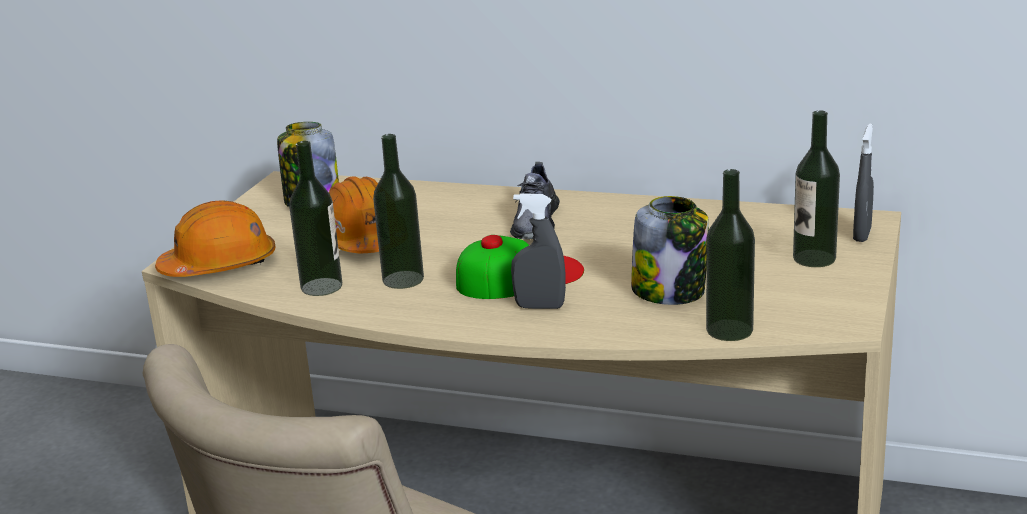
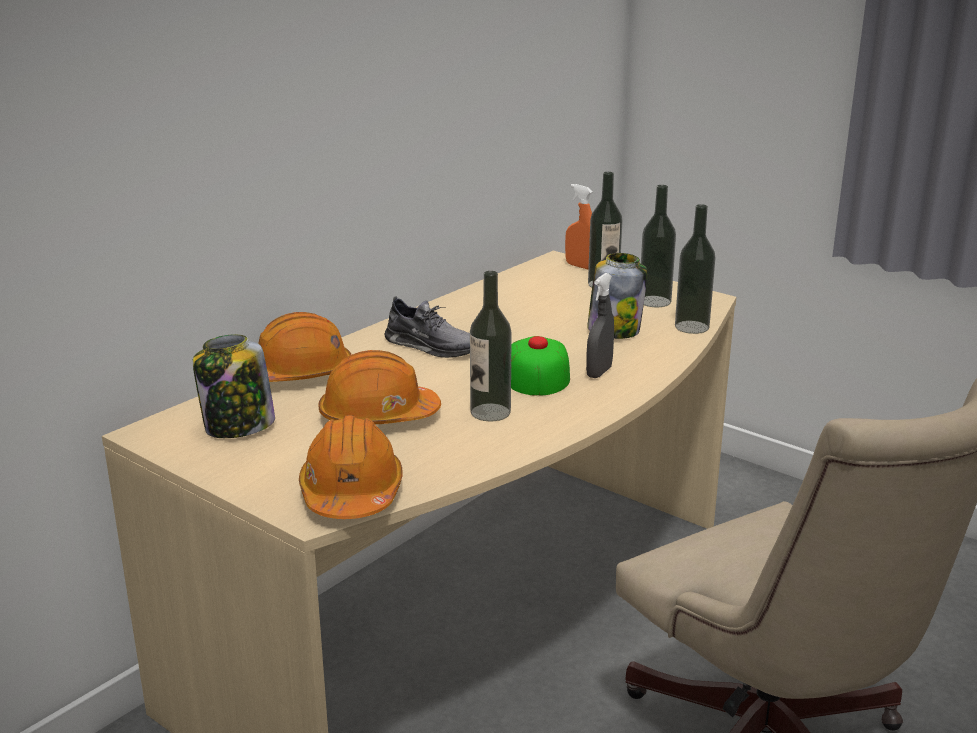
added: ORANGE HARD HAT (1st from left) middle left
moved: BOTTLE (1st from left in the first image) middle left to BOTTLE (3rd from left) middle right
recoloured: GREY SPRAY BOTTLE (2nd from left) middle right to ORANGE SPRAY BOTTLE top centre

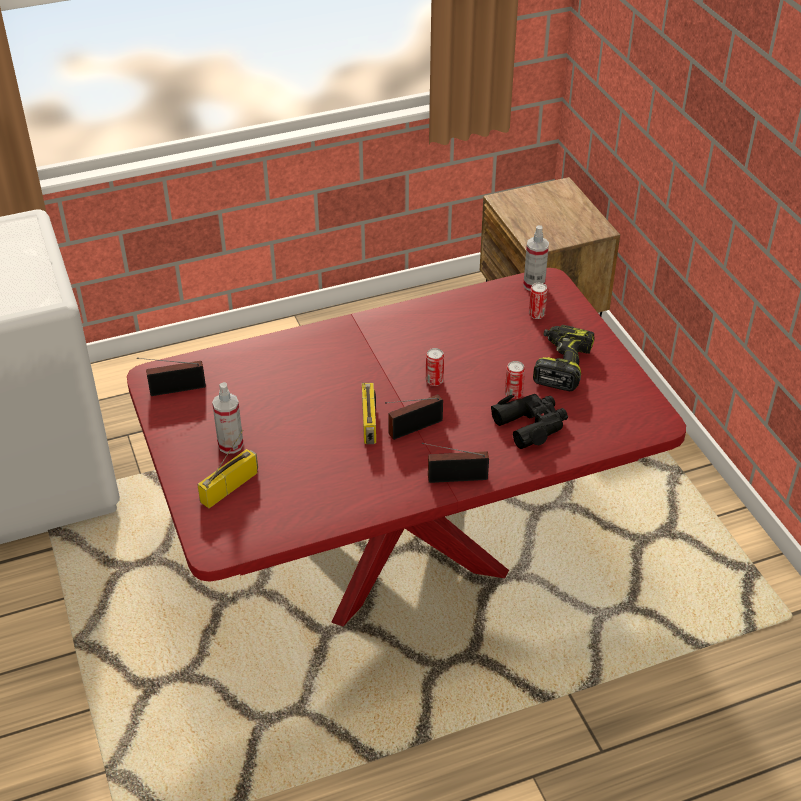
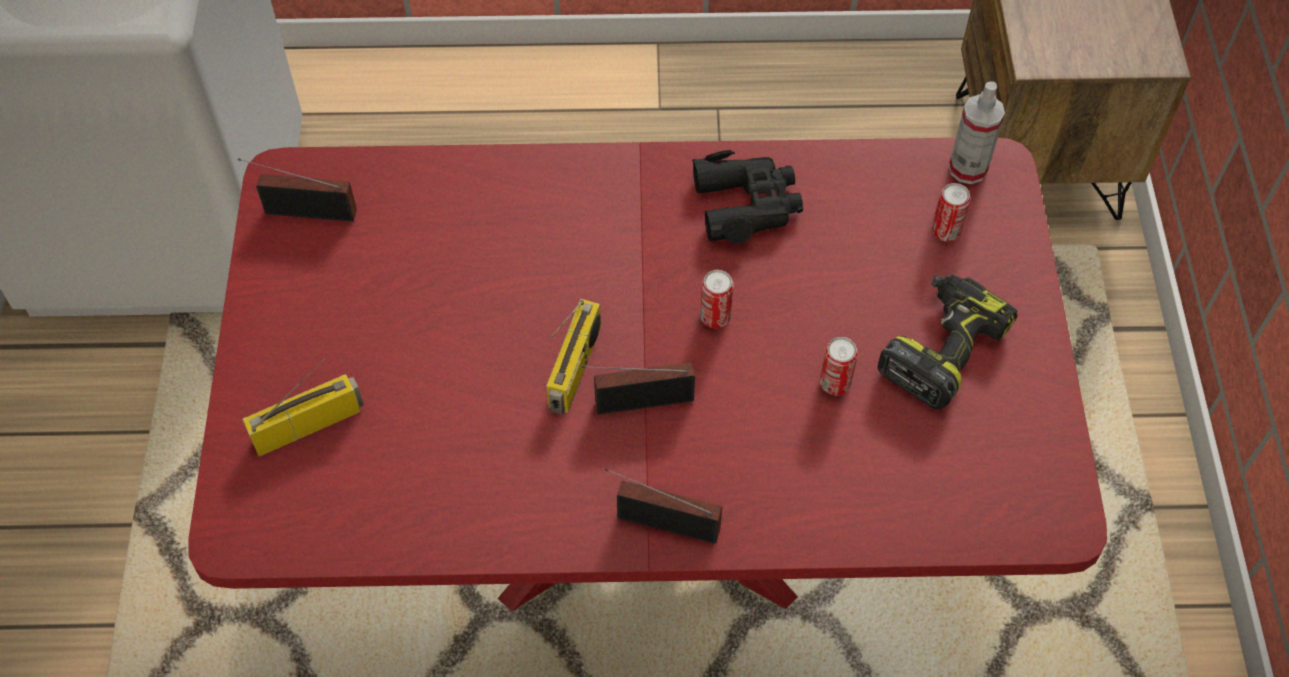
removed: SPRAY BOTTLE (1st from left) middle left
moved: BLACK BINOCULARS centre to top centre

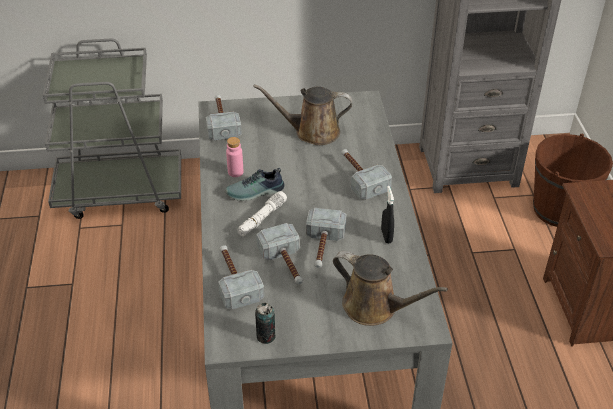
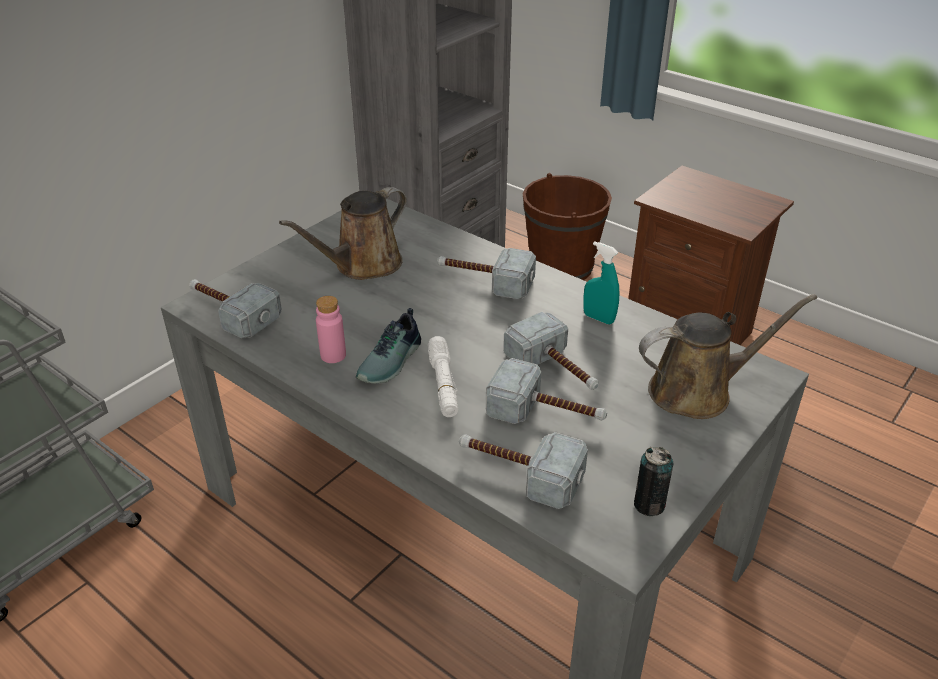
recoloured: BLACK SPRAY BOTTLE centre to TURQUOISE SPRAY BOTTLE centre

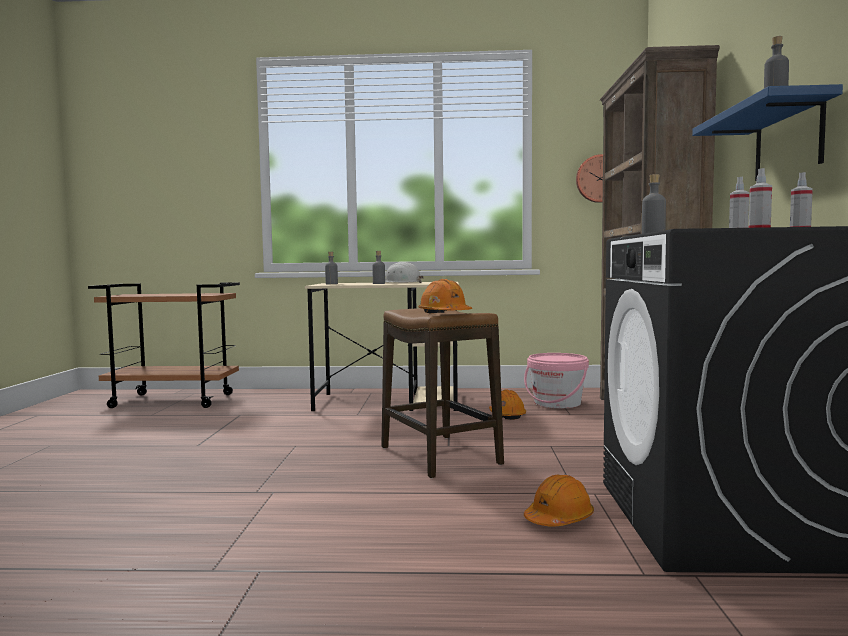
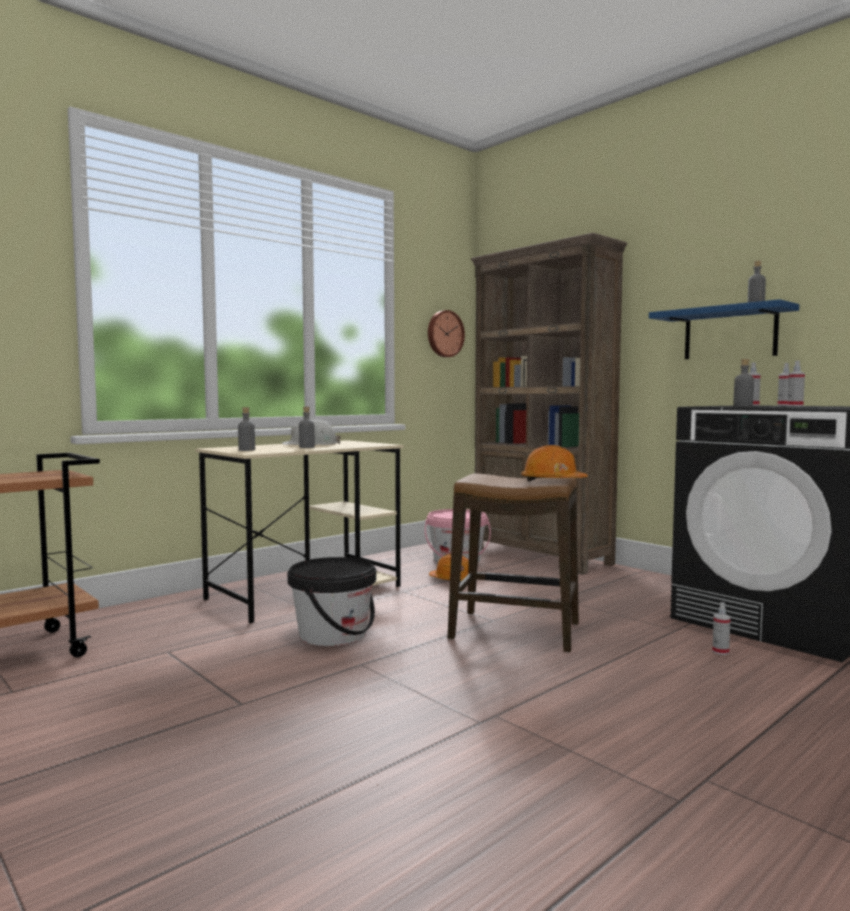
added: BLACK BUCKET centre
replaced: ORANGE HARD HAT (3rd from left) bottom centre to SPRAY BOTTLE (1st from left) bottom right

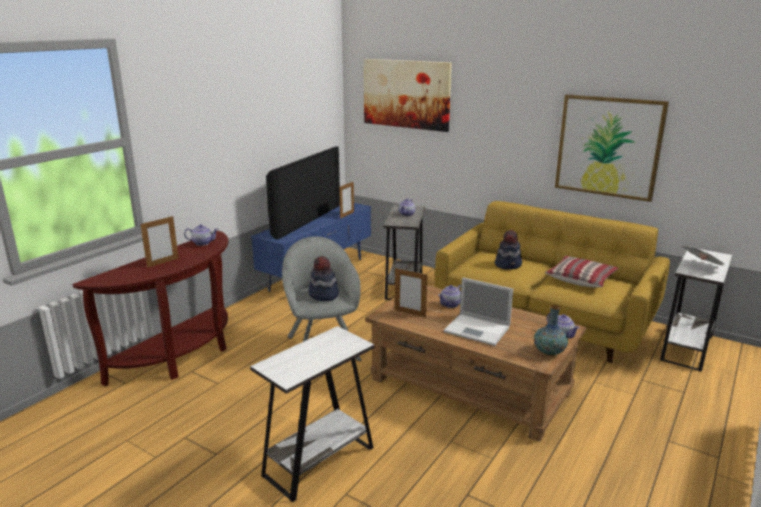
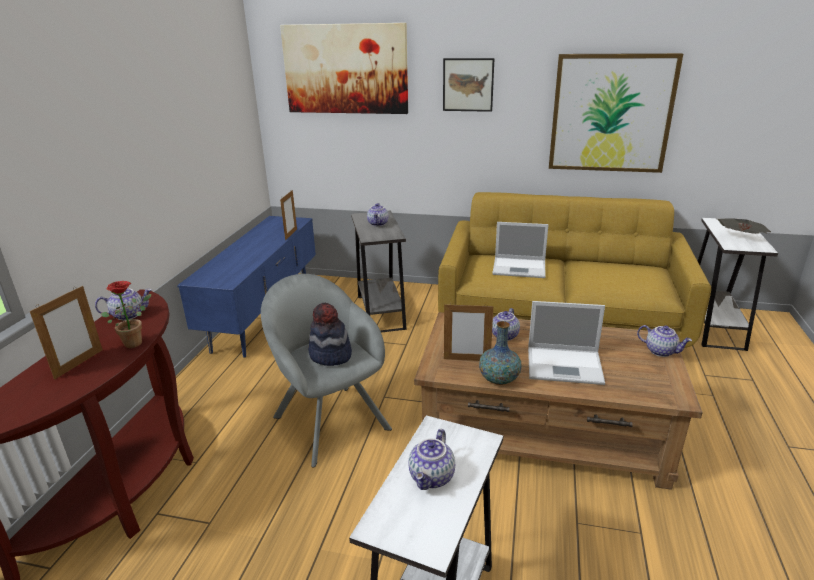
removed: TELEVISION centre; PILLOW middle right
added: POTTED PLANT middle left; TEAPOT (3rd from left) bottom centre; PICTURE (2nd from left) top centre
moved: VASE middle right to centre
replaced: HAT (2nd from left) middle right to LAPTOP (1st from left) centre

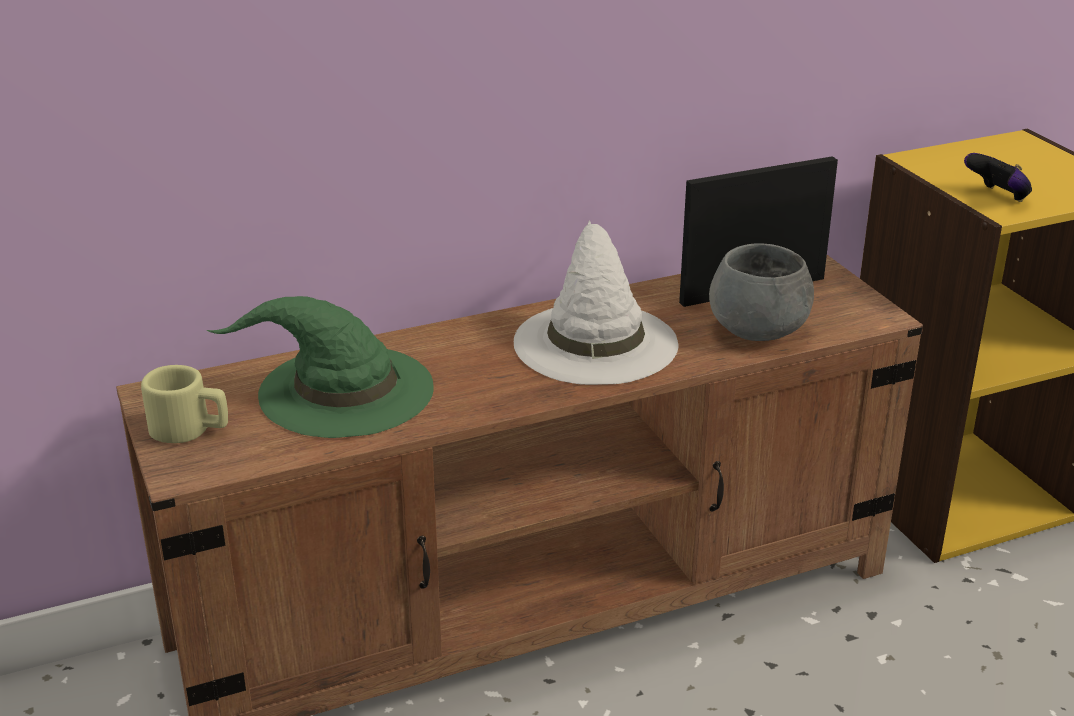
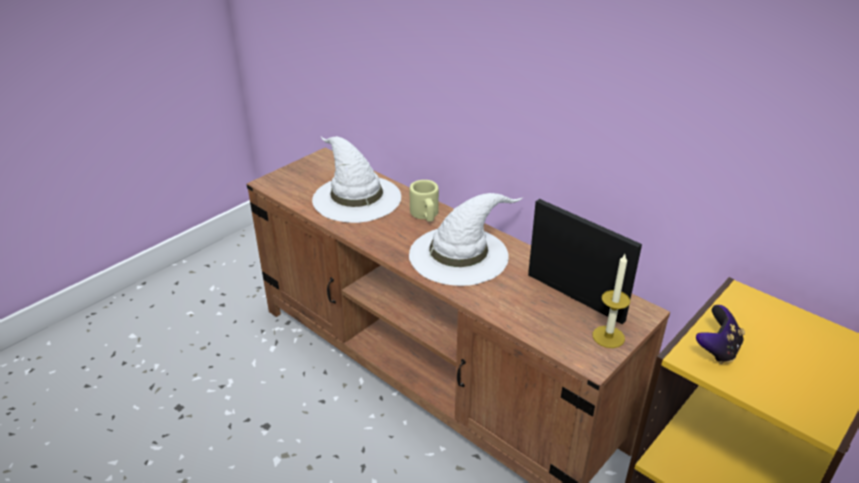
removed: GREY BOWL middle right
added: CANDLE middle right
moved: BEIGE MUG middle left to centre
recoloured: GREEN HAT middle left to WHITE HAT (1st from left) centre

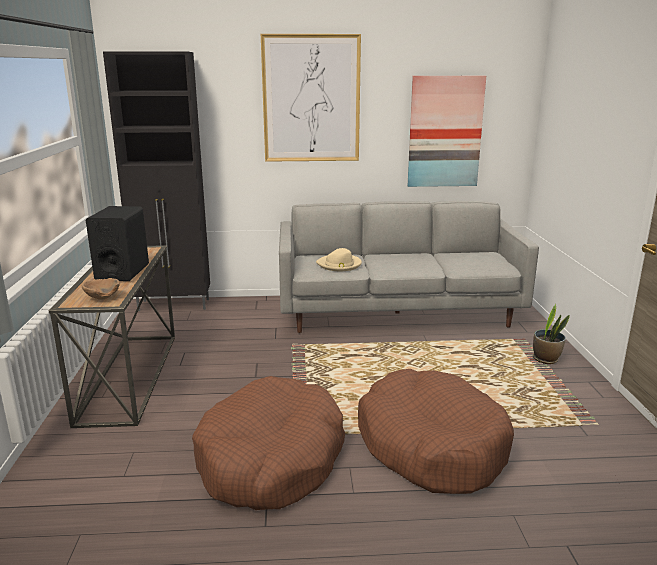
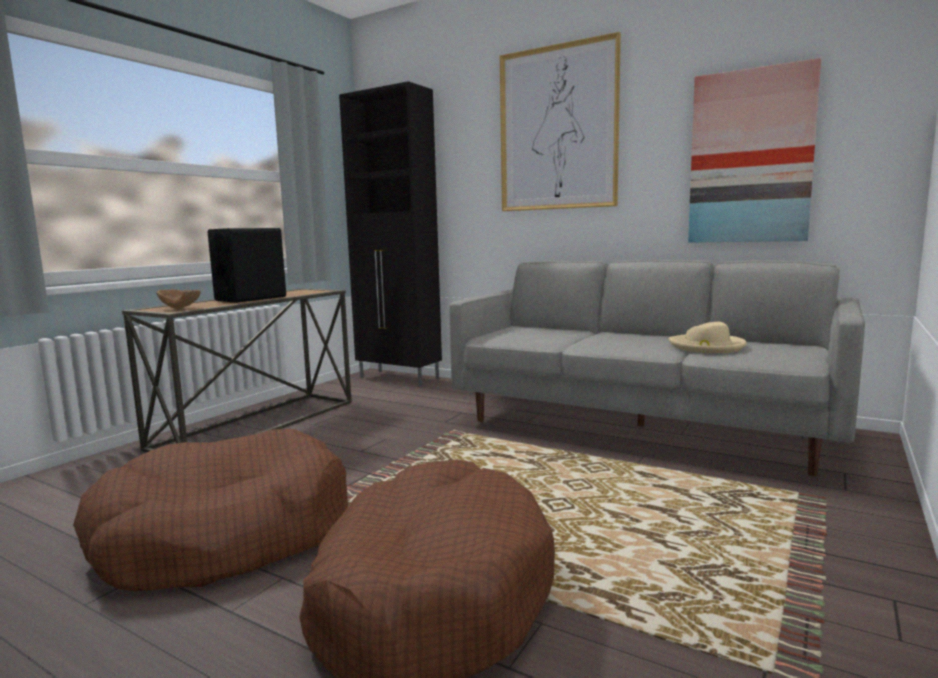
removed: POTTED PLANT middle right
moved: BEIGE HAT centre to middle right

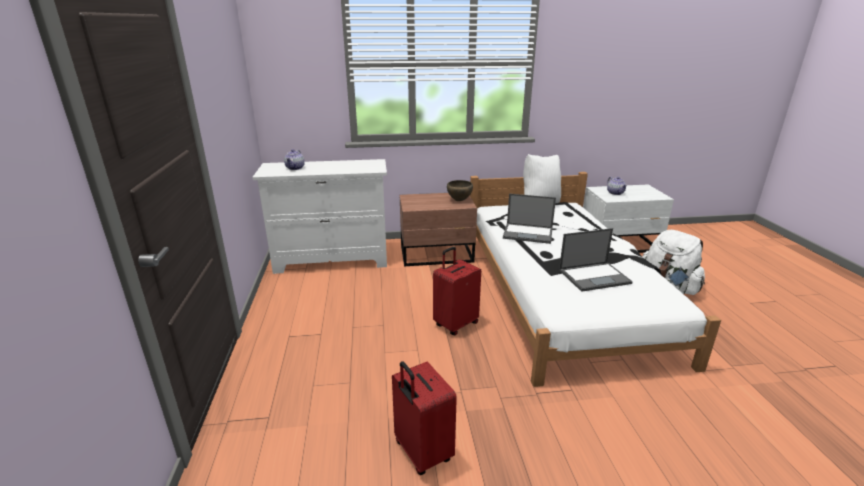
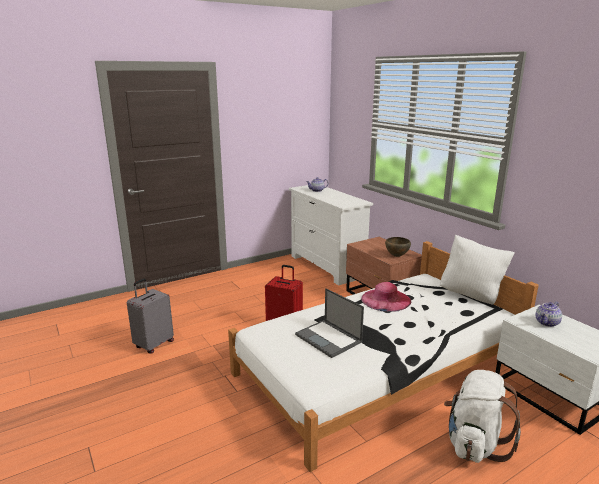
replaced: LAPTOP (1st from left) centre to PINK HAT centre
recoloured: RED SUITCASE (1st from left) bottom centre to GREY SUITCASE middle left

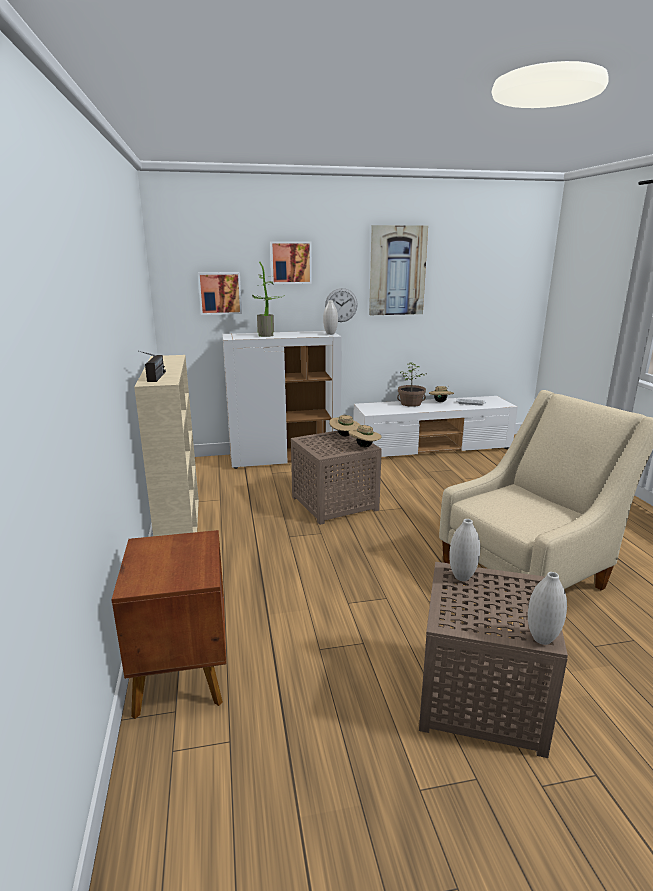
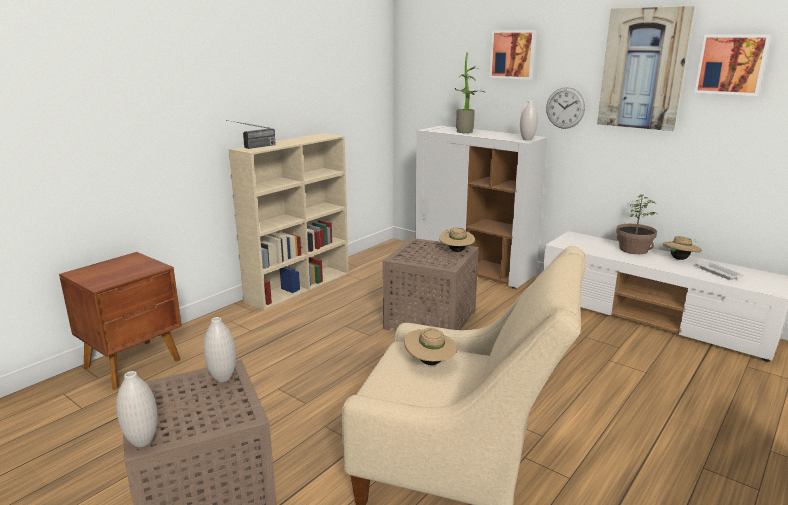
moved: PICTURE (1st from left in the first image) top centre to PICTURE (3rd from left) top right; BEIGE HAT (2nd from left in the first image) centre to BEIGE HAT (1st from left) bottom centre

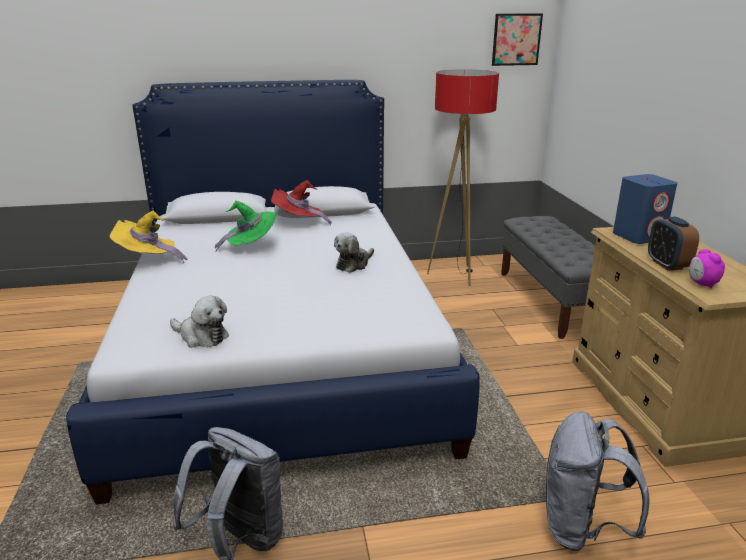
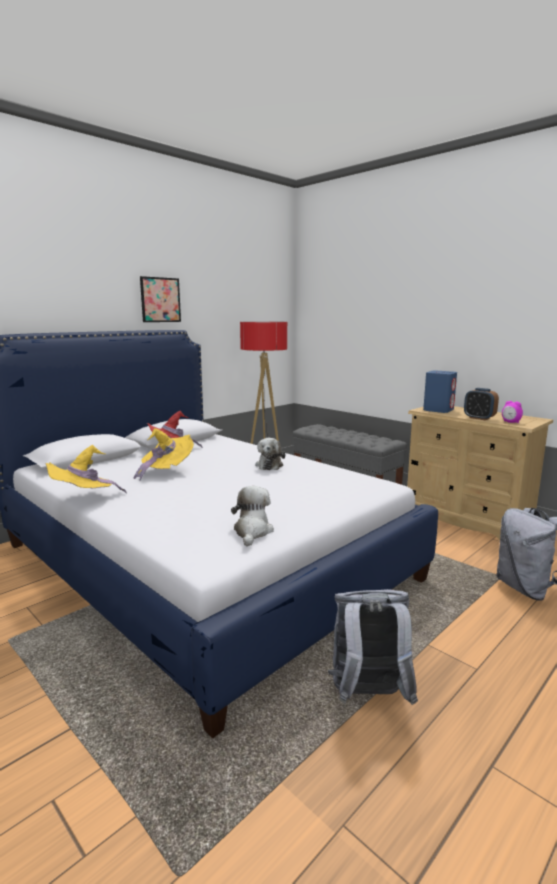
moved: PICTURE top right to middle left
recoloured: GREEN HAT middle left to YELLOW HAT (2nd from left) middle left
turned: PLUSH TOY (1st from left) middle left = centre 75 degrees counterclockwise

